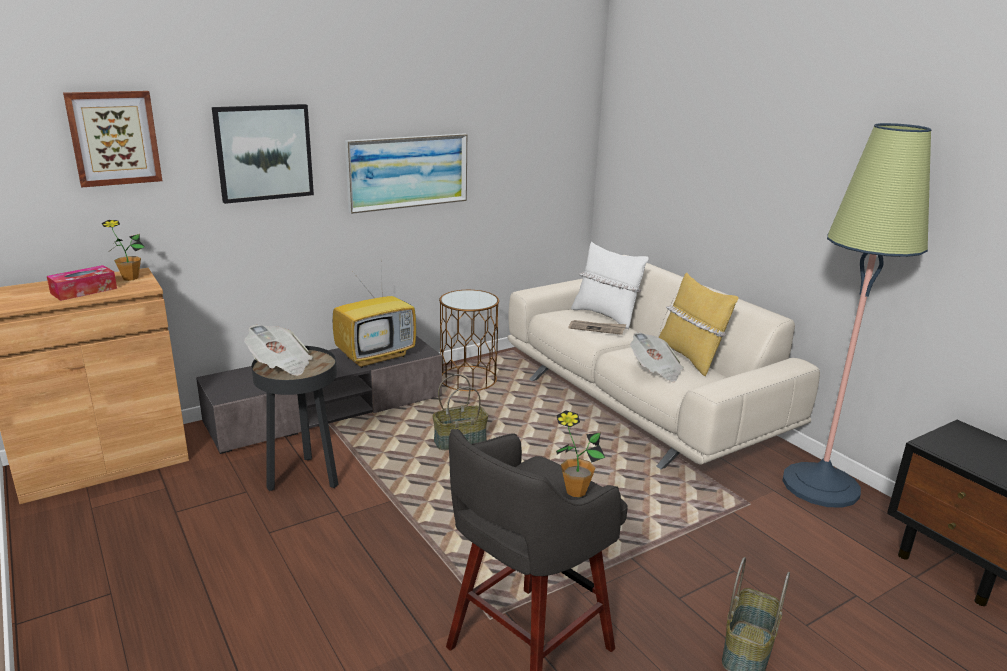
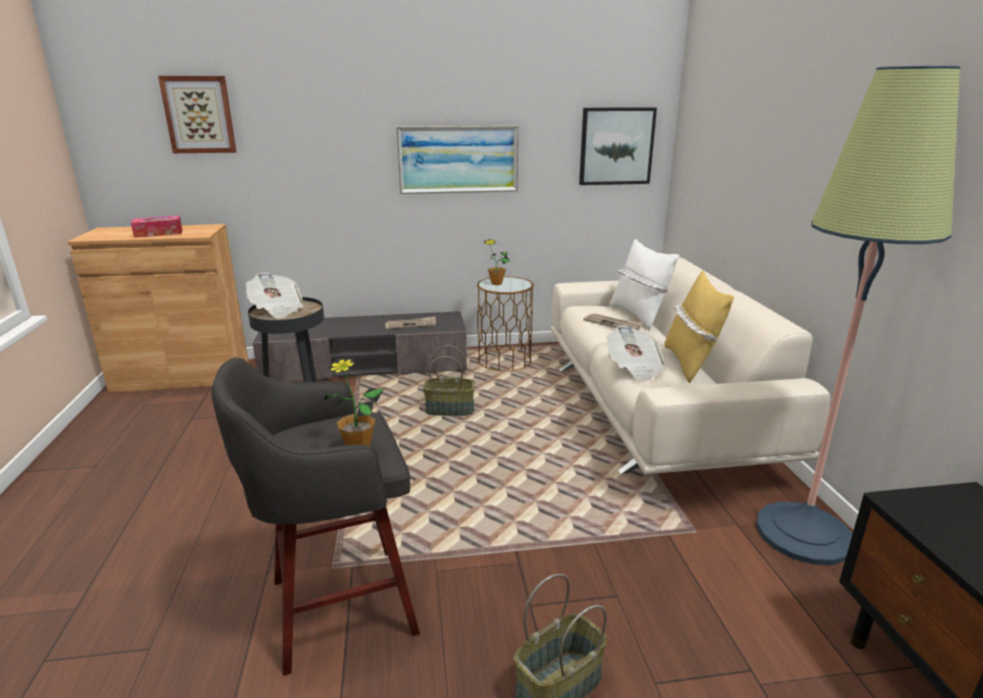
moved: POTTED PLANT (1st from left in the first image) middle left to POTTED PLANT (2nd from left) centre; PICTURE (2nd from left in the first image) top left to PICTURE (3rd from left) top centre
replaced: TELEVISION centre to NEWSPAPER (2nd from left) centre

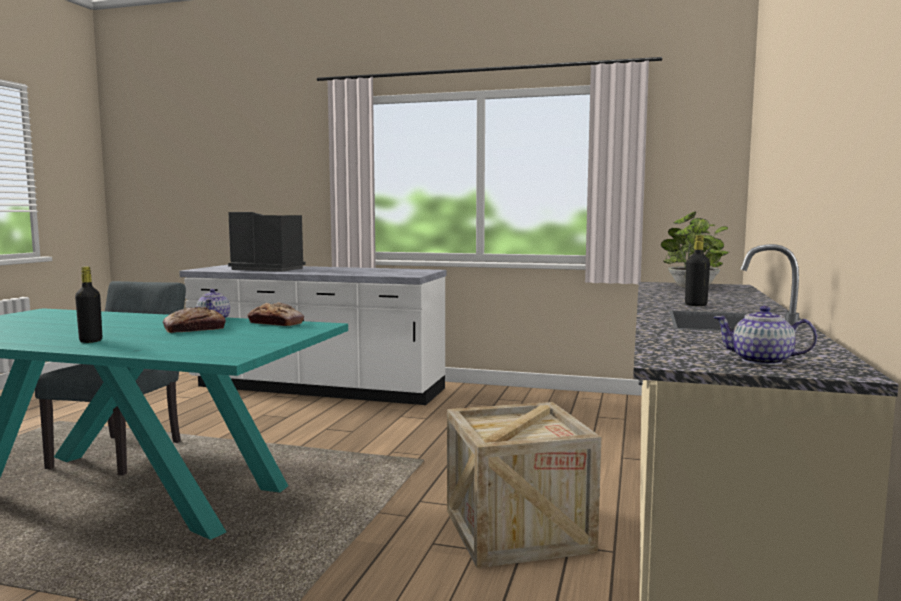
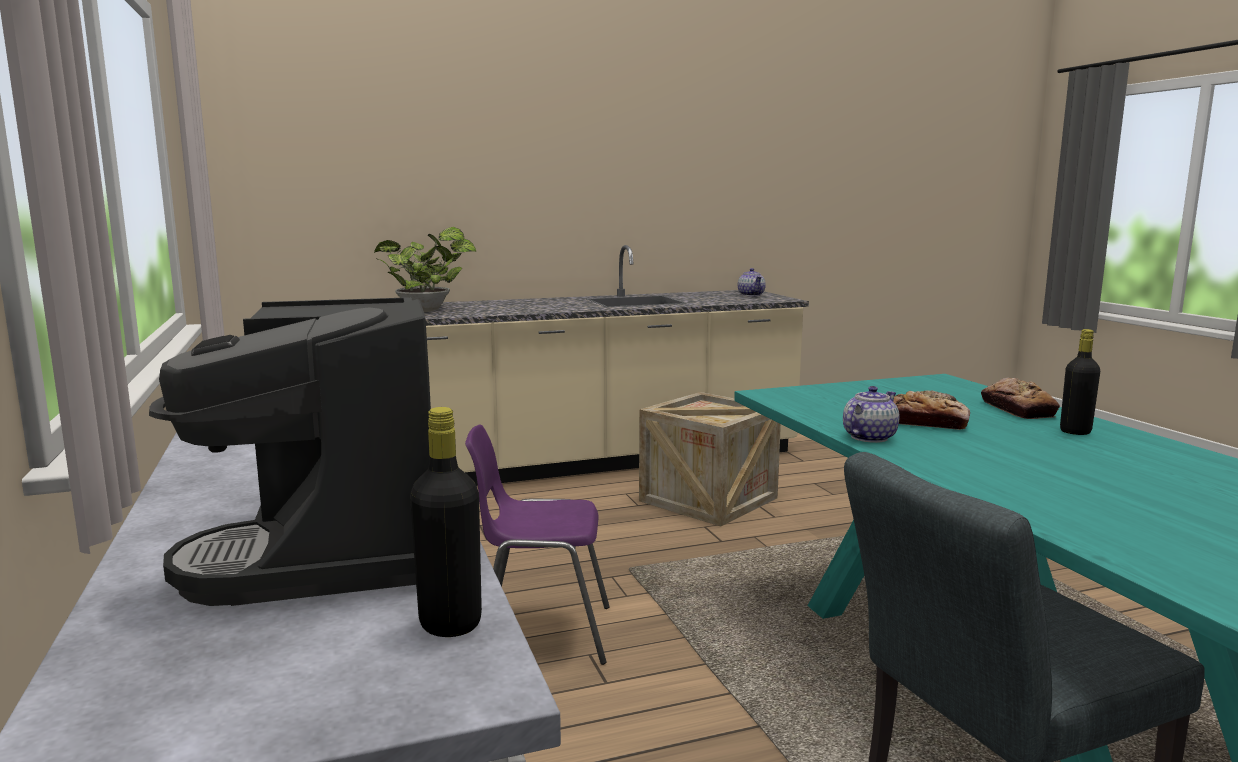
added: PURPLE CHAIR bottom centre
moved: BREAD (2nd from left) middle left to middle right; BLACK BOTTLE (2nd from left in the first image) middle right to BLACK BOTTLE (1st from left) bottom centre

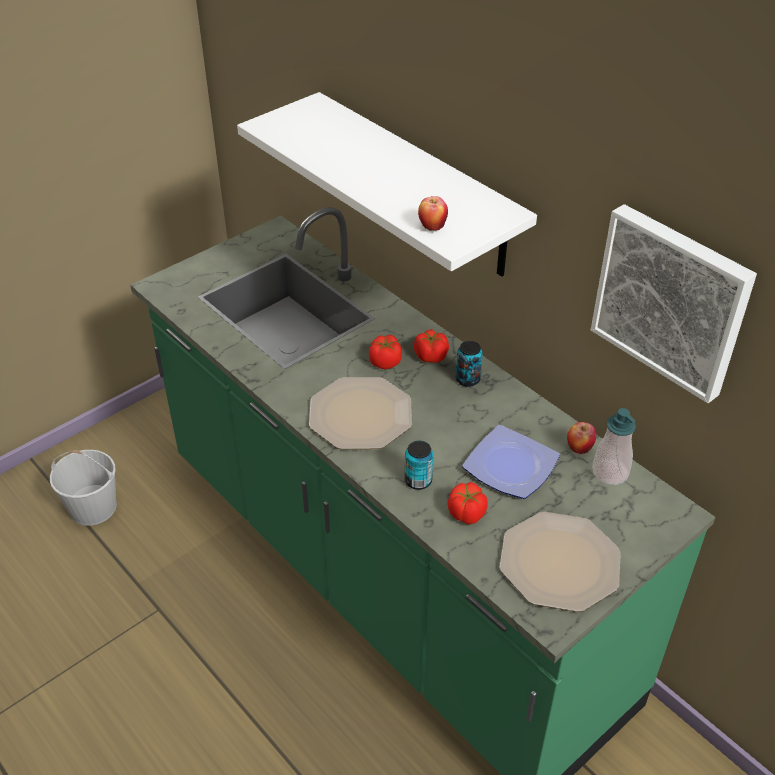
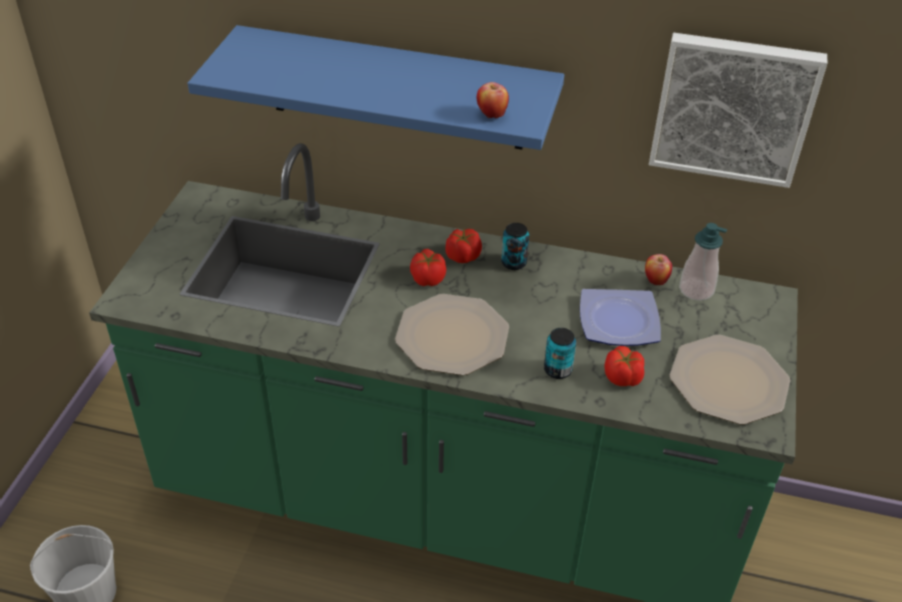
recoloured: WHITE SHELF top centre to BLUE SHELF top centre

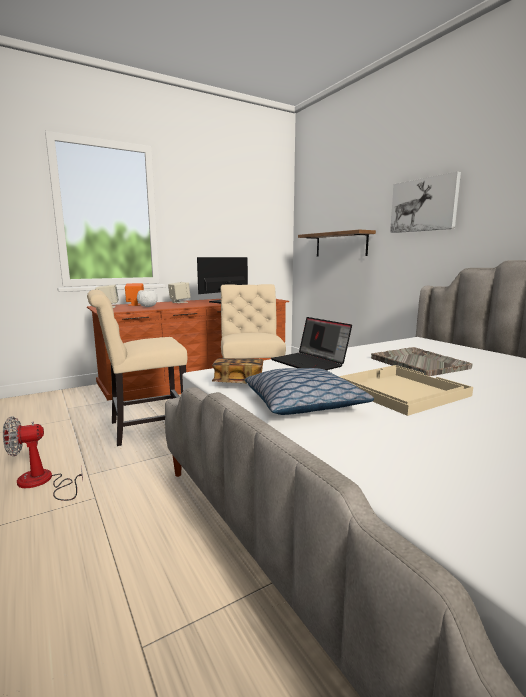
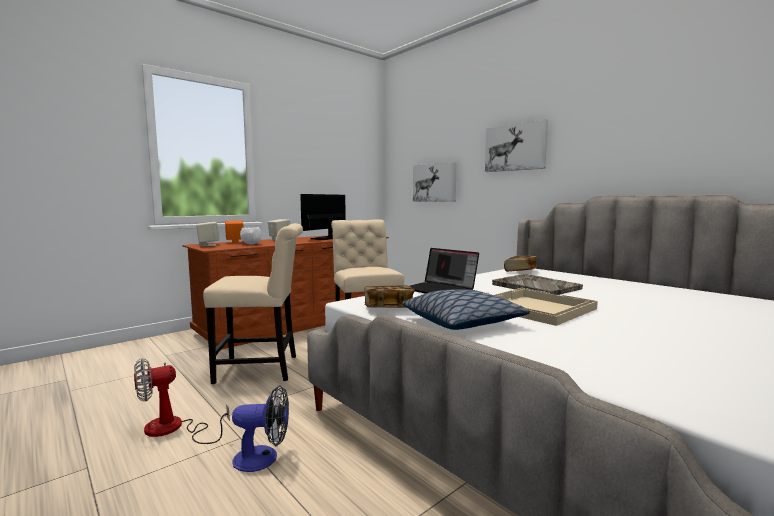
added: FAN (2nd from left) bottom centre; BOOK (2nd from left) middle right
replaced: SHELF centre to PICTURE (1st from left) centre
turned: BEIGE CHAIR (1st from left) middle left = middle left 150 degrees counterclockwise

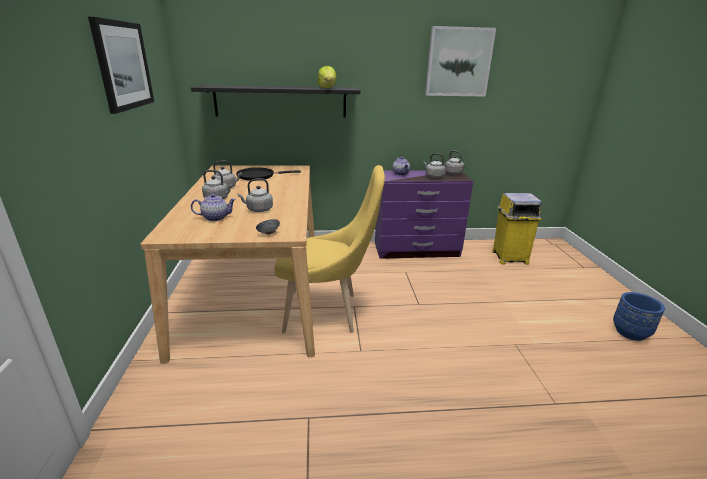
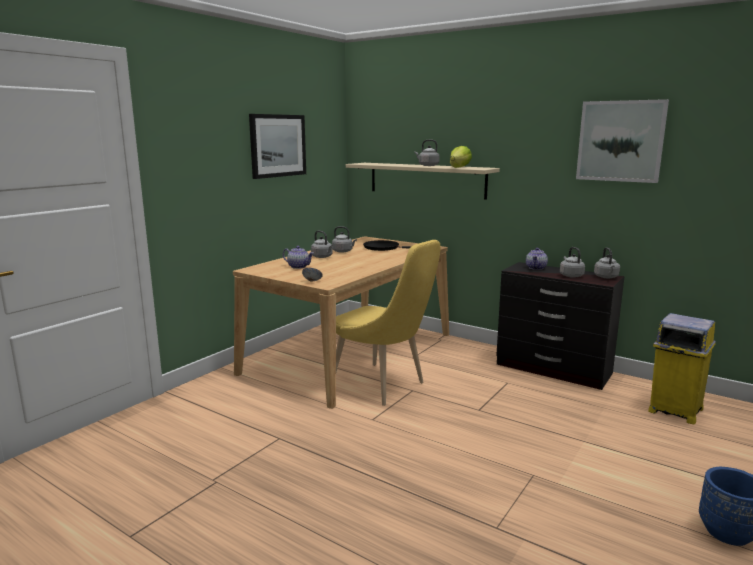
moved: GREY KETTLE (3rd from left) centre to top centre
recoloured: BLACK SHELF top centre to BEIGE SHELF top centre; PURPLE DRESSER centre to BLACK DRESSER middle right

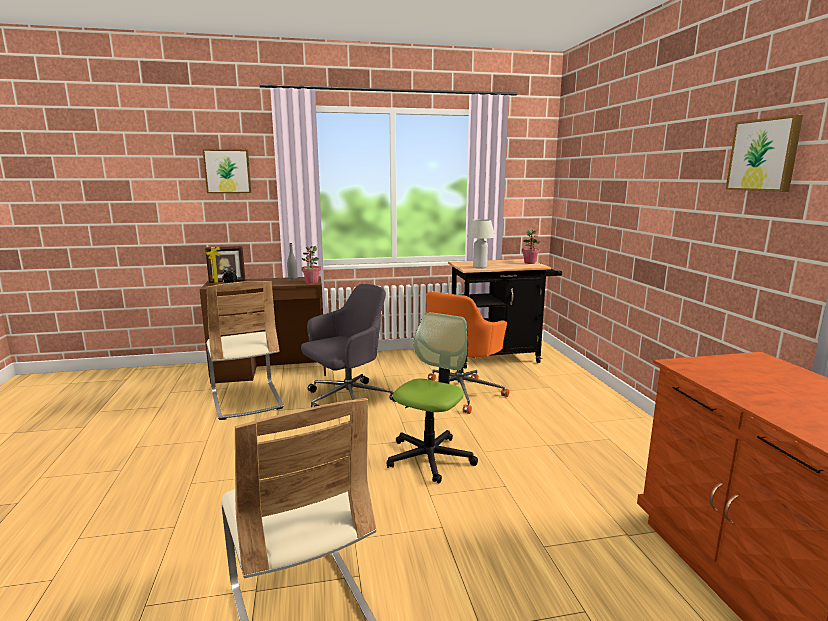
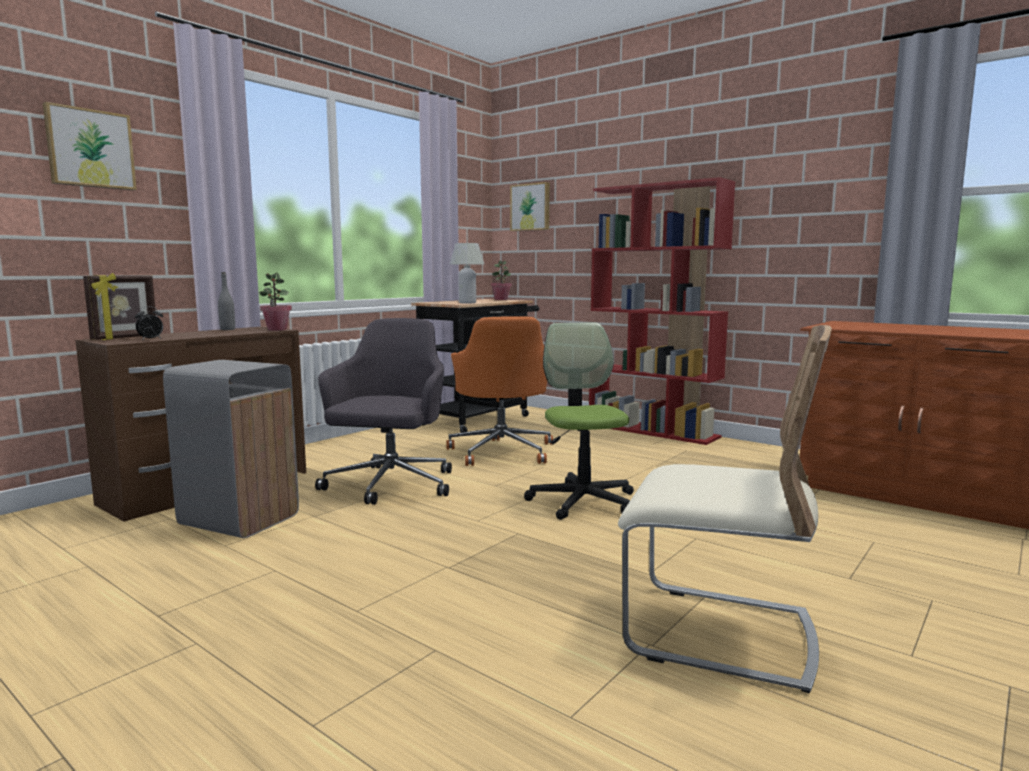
added: RED BOOKCASE centre
moved: PICTURE (2nd from left) top right to top centre
replaced: BEIGE CHAIR (1st from left) middle left to GREY TRASH CAN middle left

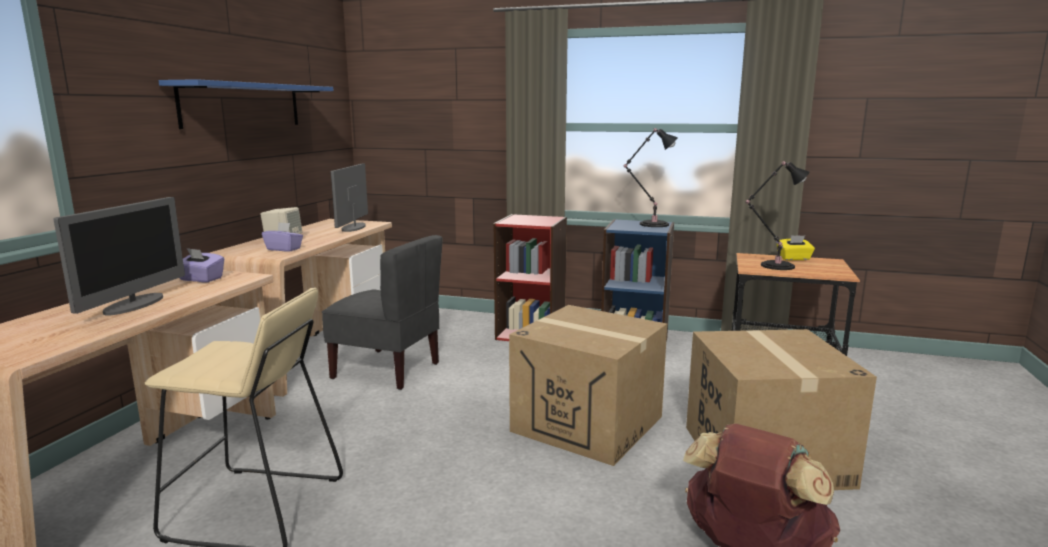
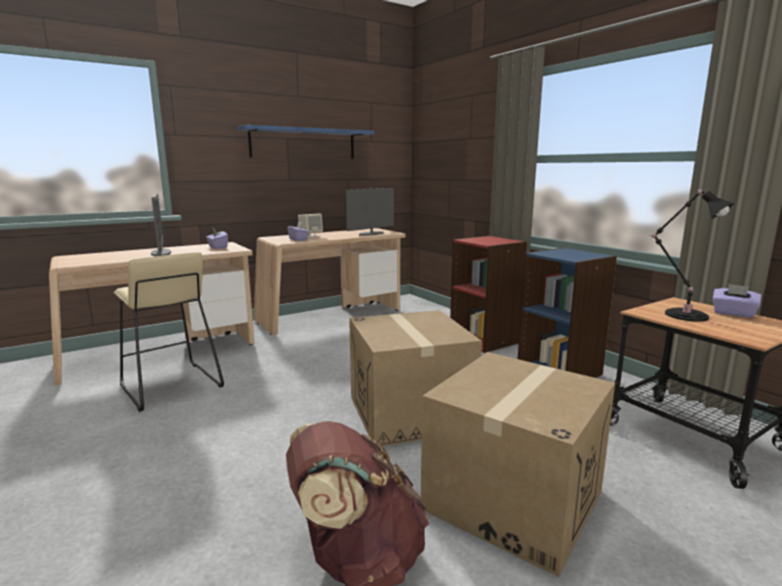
removed: GREY CHAIR centre; BLACK TABLE LAMP (1st from left) top centre
recoloured: YELLOW TISSUE BOX middle right to PURPLE TISSUE BOX (3rd from left) middle right
turned: MONITOR (1st from left) middle left = middle left 75 degrees counterclockwise

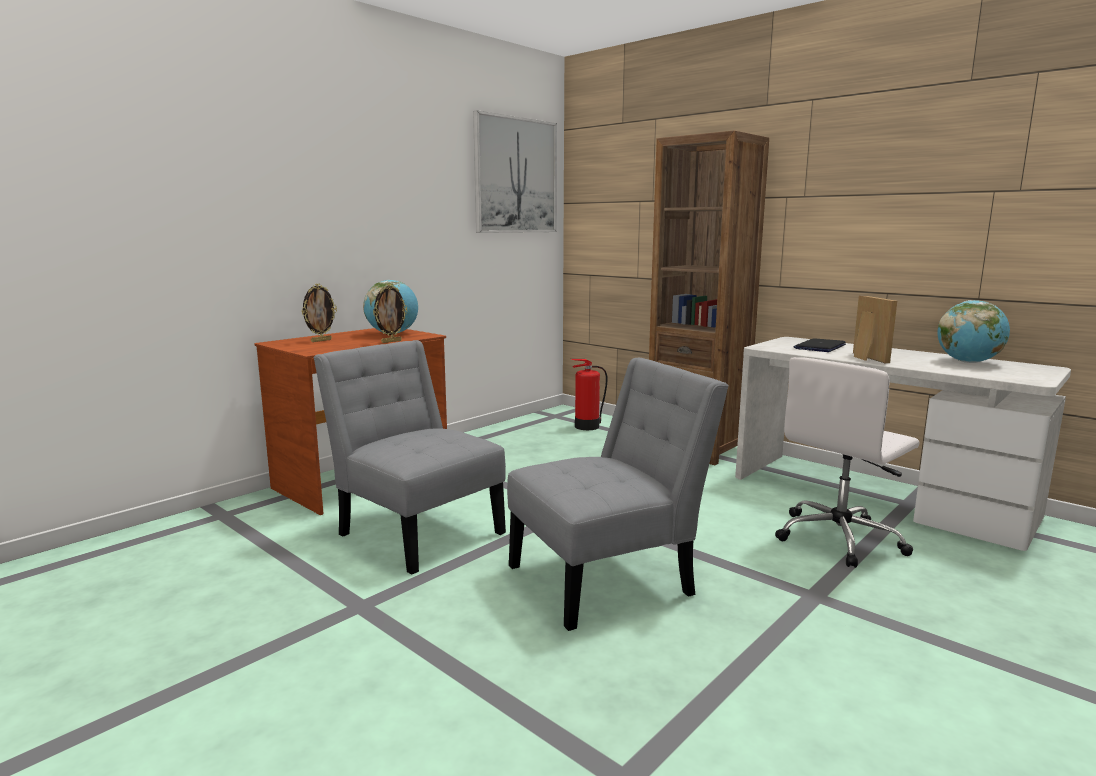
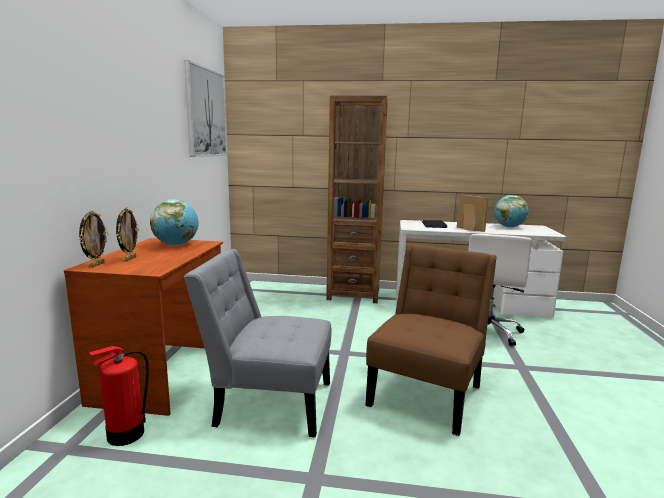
moved: PICTURE FRAME (2nd from left in the first image) centre to PICTURE FRAME (1st from left) middle left; FIRE EXTINGUISHER centre to bottom left
recoloured: GREY CHAIR (2nd from left) centre to BROWN CHAIR bottom centre

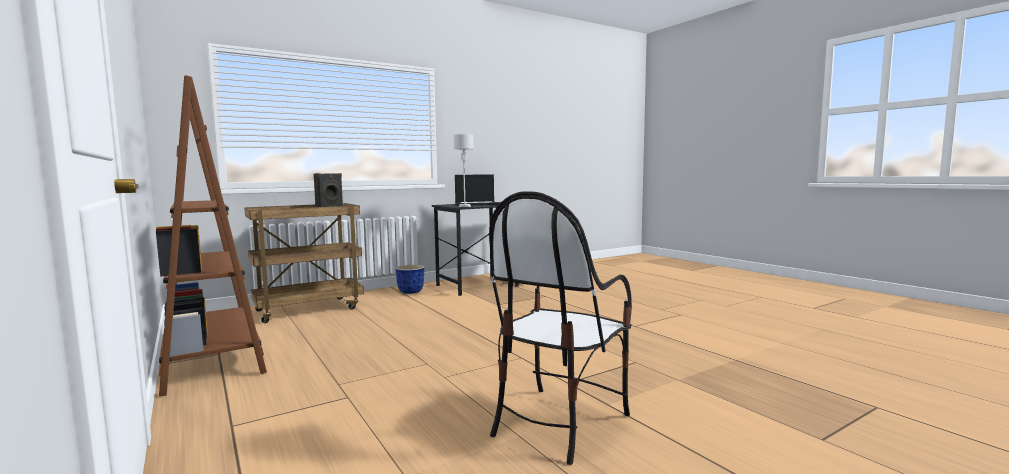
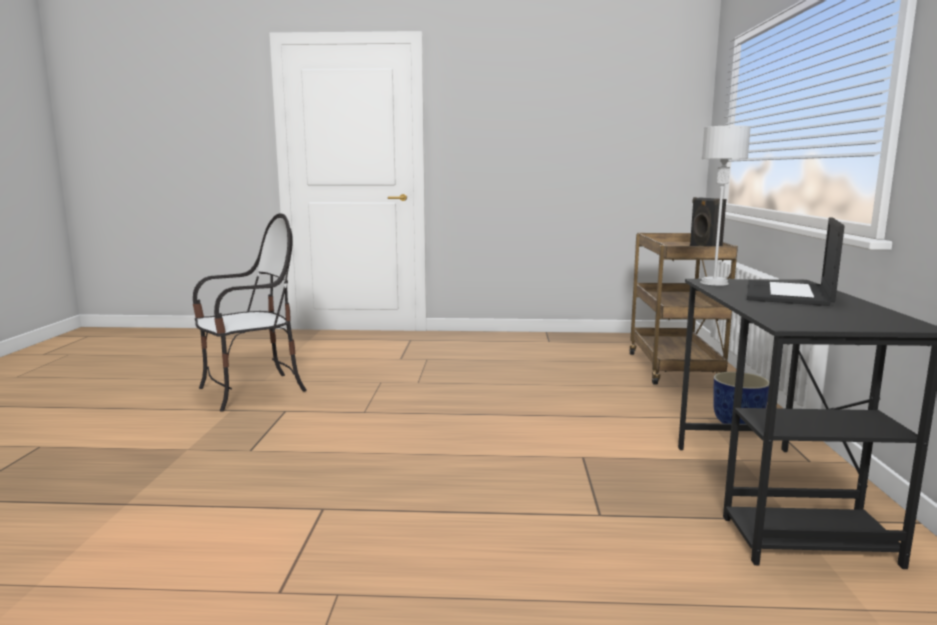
removed: BROWN BOOKCASE middle left
turned: CHAIR bottom centre = middle left 75 degrees clockwise

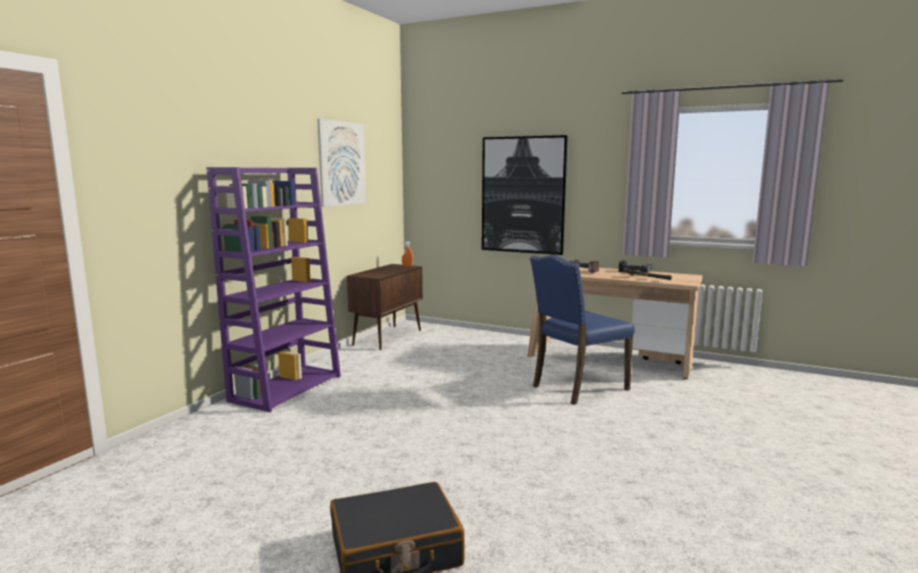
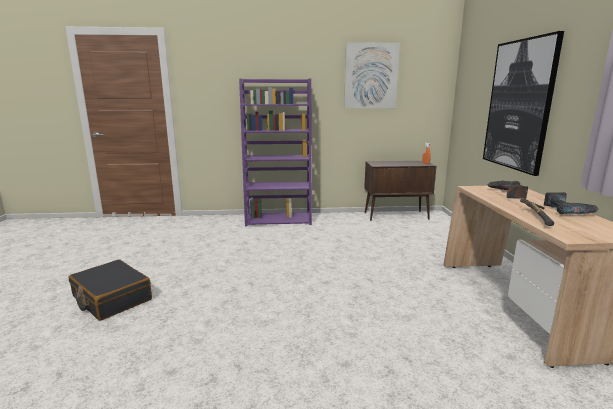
removed: BLUE CHAIR centre

